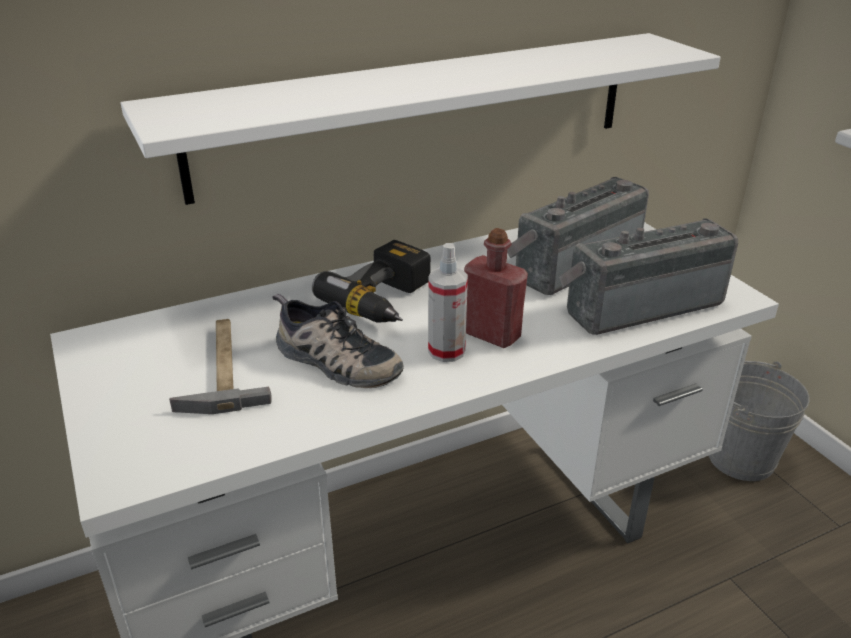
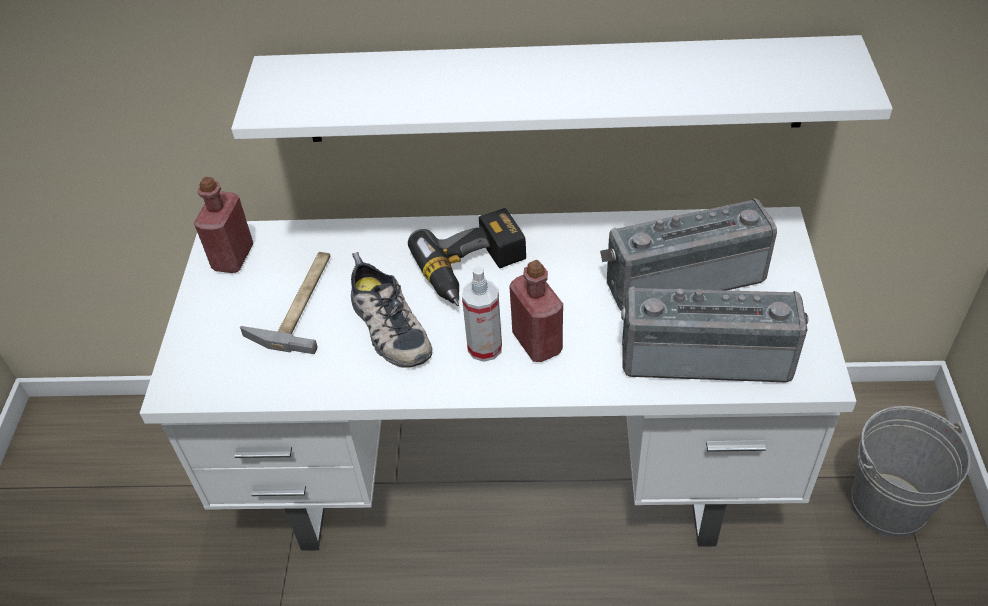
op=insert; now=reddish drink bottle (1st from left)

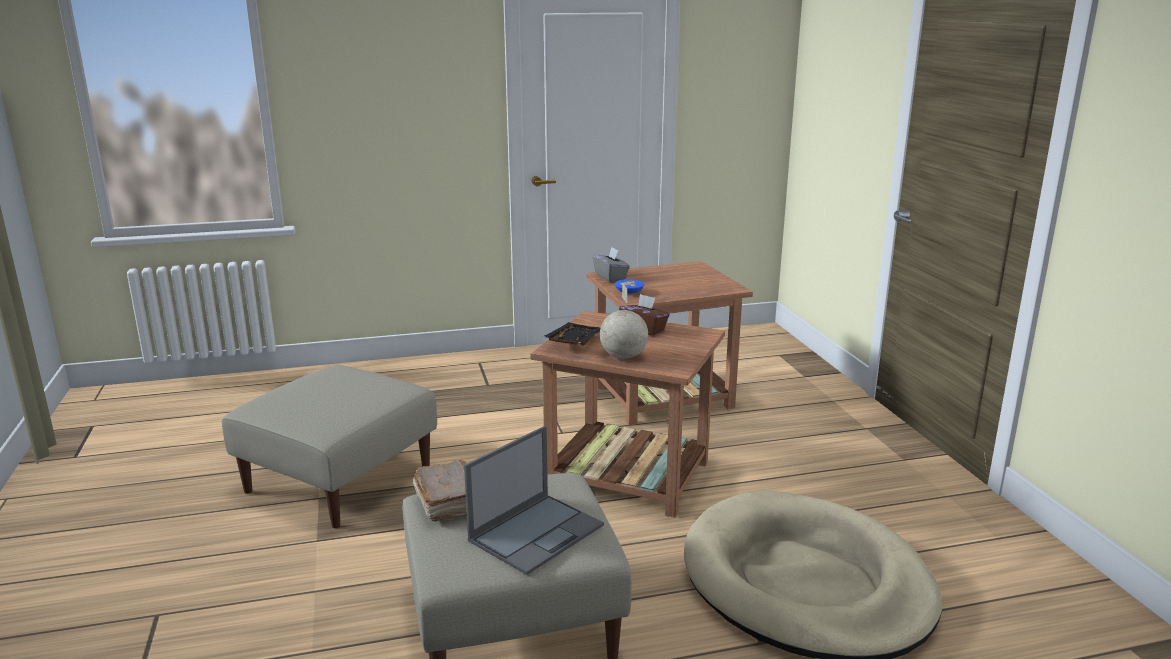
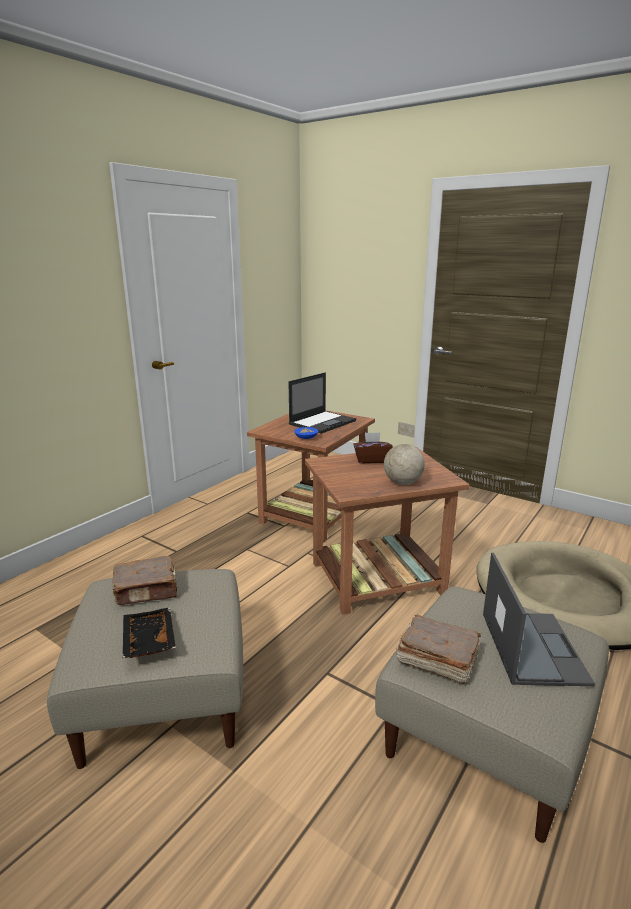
op=move; was=blackish tray
op=delete; was=greyish tissue holder
op=insert; now=brown-coloured volume (1st from left)
op=insert; now=notebook computer (1st from left)

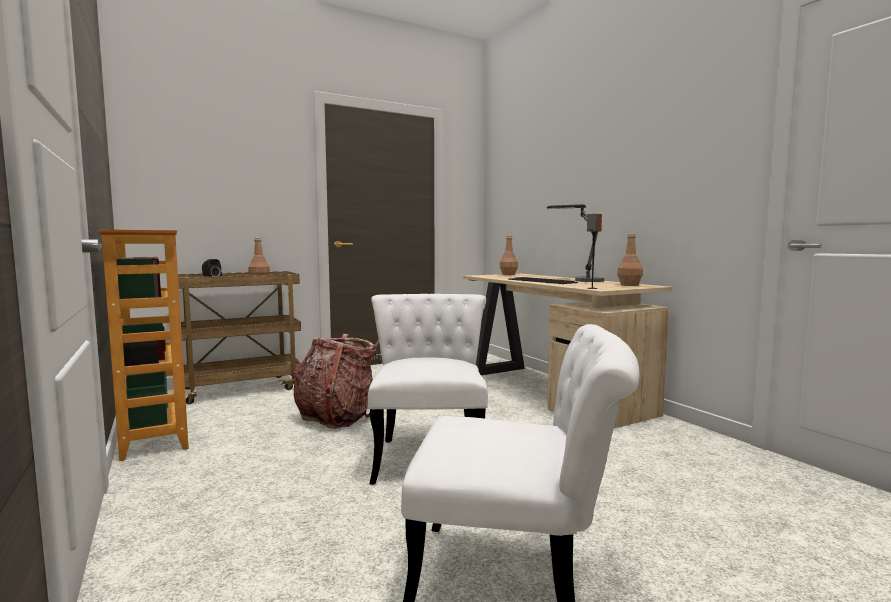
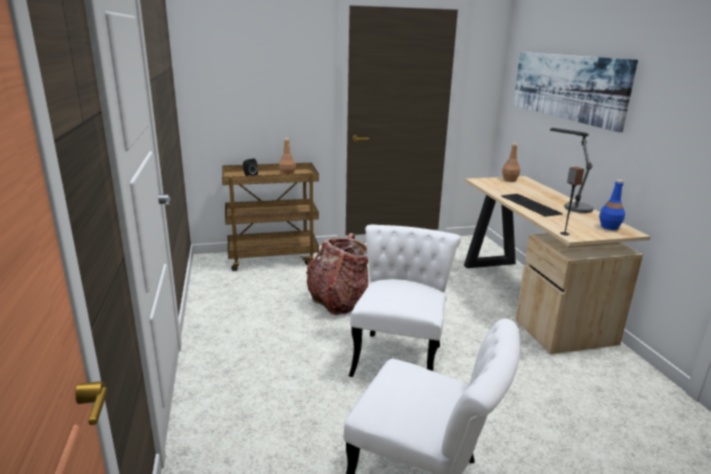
op=delete; was=bookshelf
op=recolor; was=brown-coloured drink bottle (3rd from left); now=bluish drink bottle
op=insert; now=picture

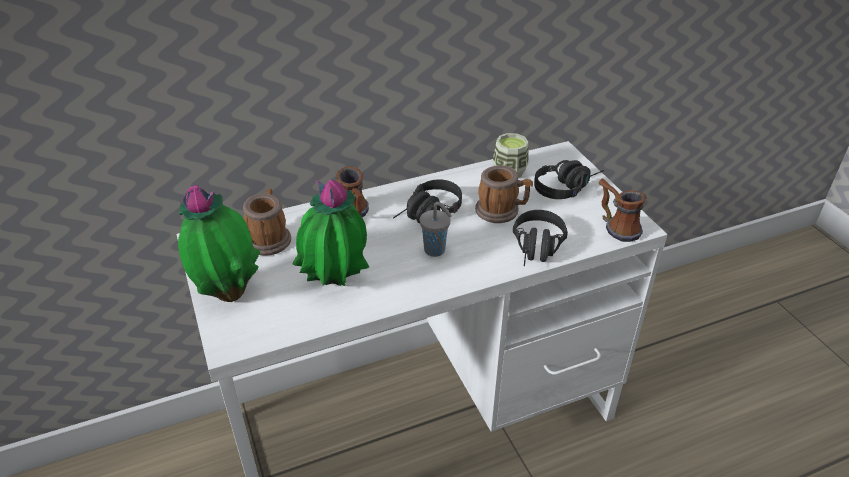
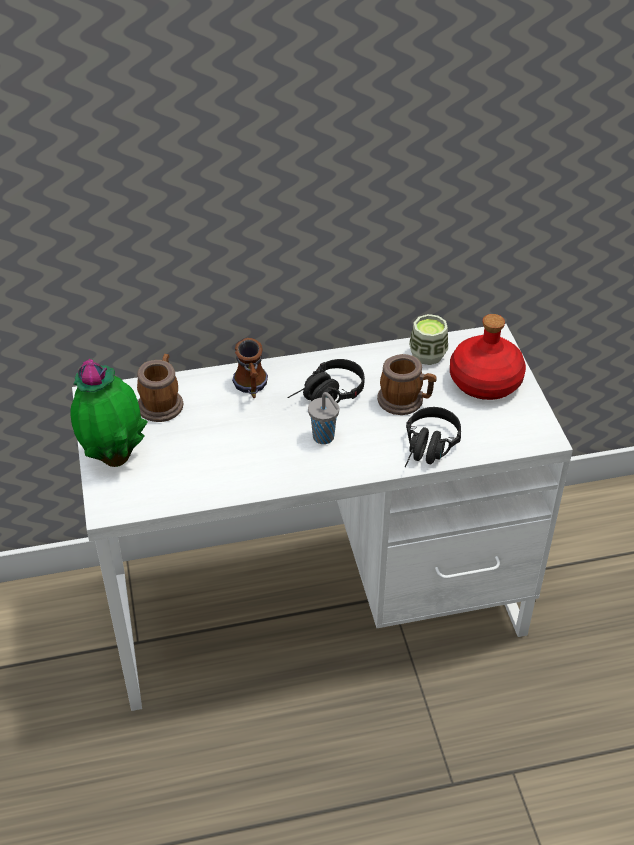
op=delete; was=houseplant (2nd from left)
op=replace; was=blackish headphones (3rd from left); now=reddish drink bottle
op=delete; was=tea mug (4th from left)

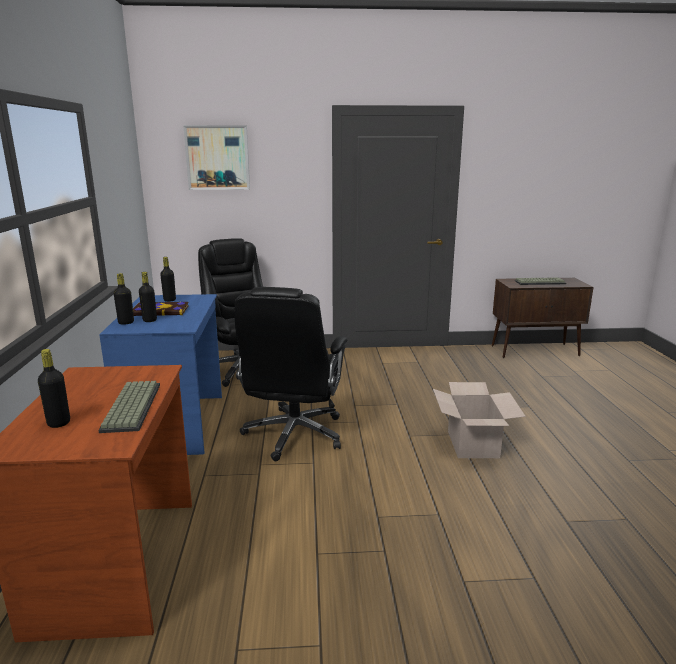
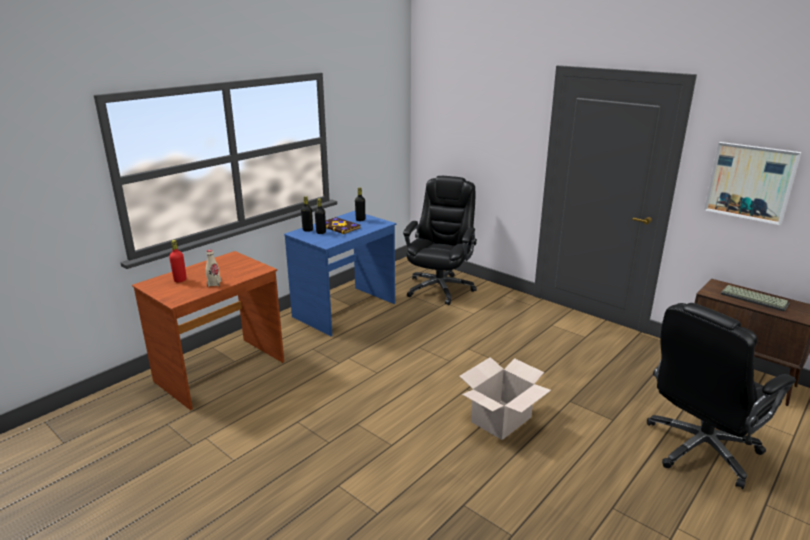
op=recolor; was=blackish drink bottle (1st from left); now=reddish drink bottle
op=replace; was=PC keyboard (1st from left); now=beige-coloured drink bottle
op=move; was=picture
op=move; was=blackish desk chair (2nd from left)

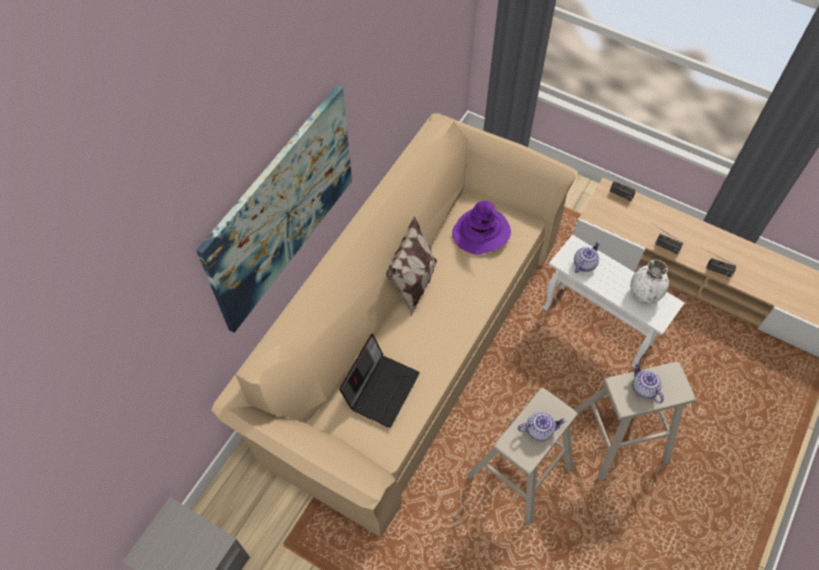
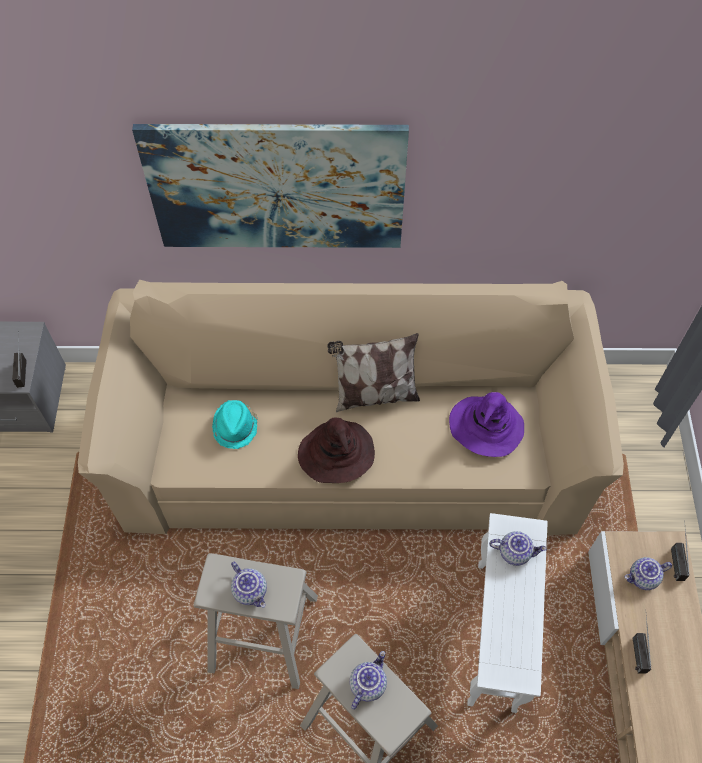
op=replace; was=notebook computer; now=turquoise-coloured clothing hat
op=delete; was=white-coloured decorative vase
op=move; was=radio (3rd from left in the first image); now=radio (1st from left)
op=insert; now=brown-coloured clothing hat
op=insert; now=teapot (4th from left)

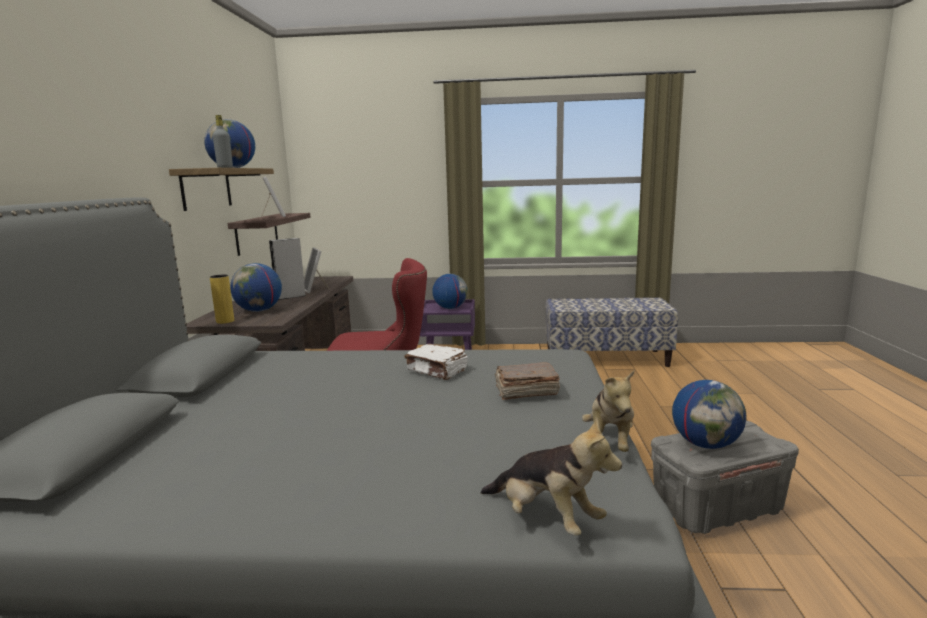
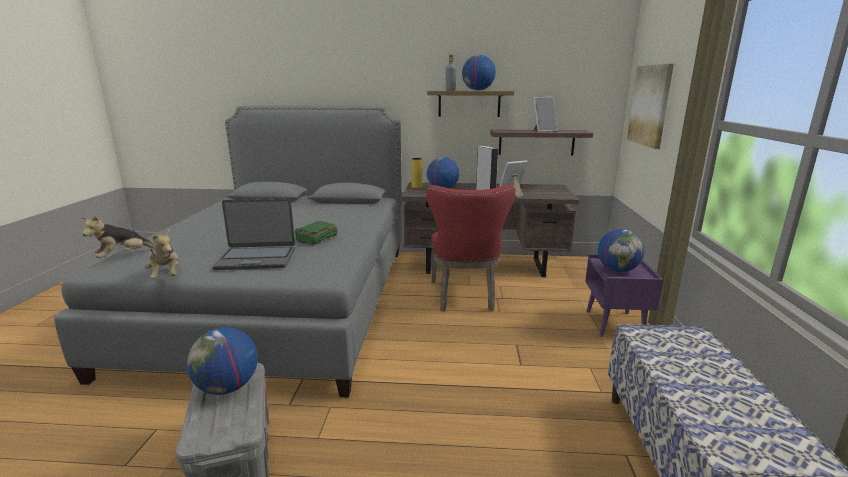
op=recolor; was=white-coloured volume; now=greenish volume
op=replace; was=brown-coloured volume; now=notebook computer
op=rotate; was=soft toy (2nd from left); clockwise=-135
op=insert; now=picture

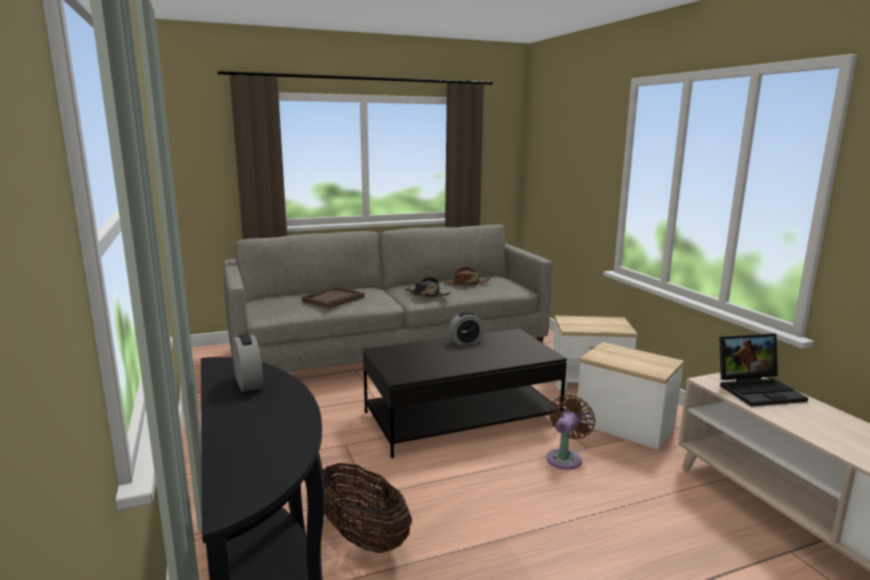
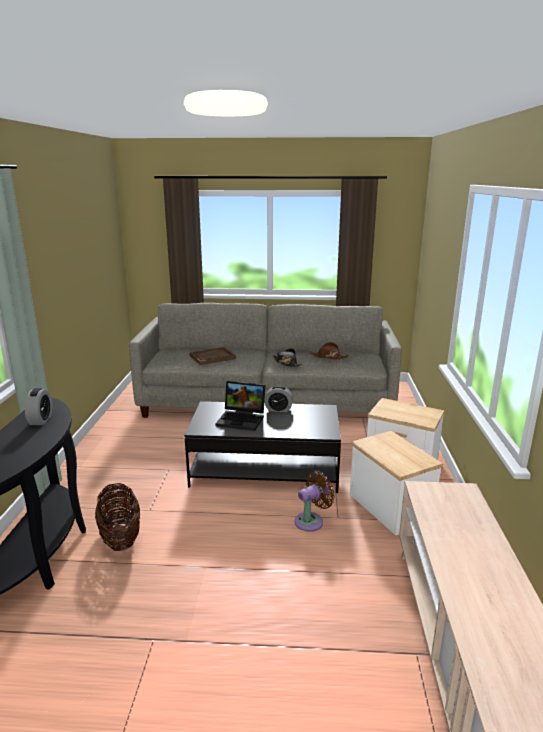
op=move; was=notebook computer

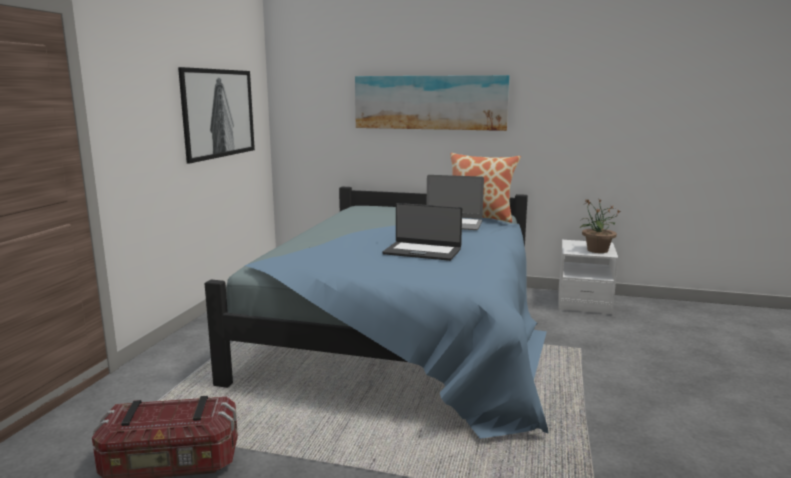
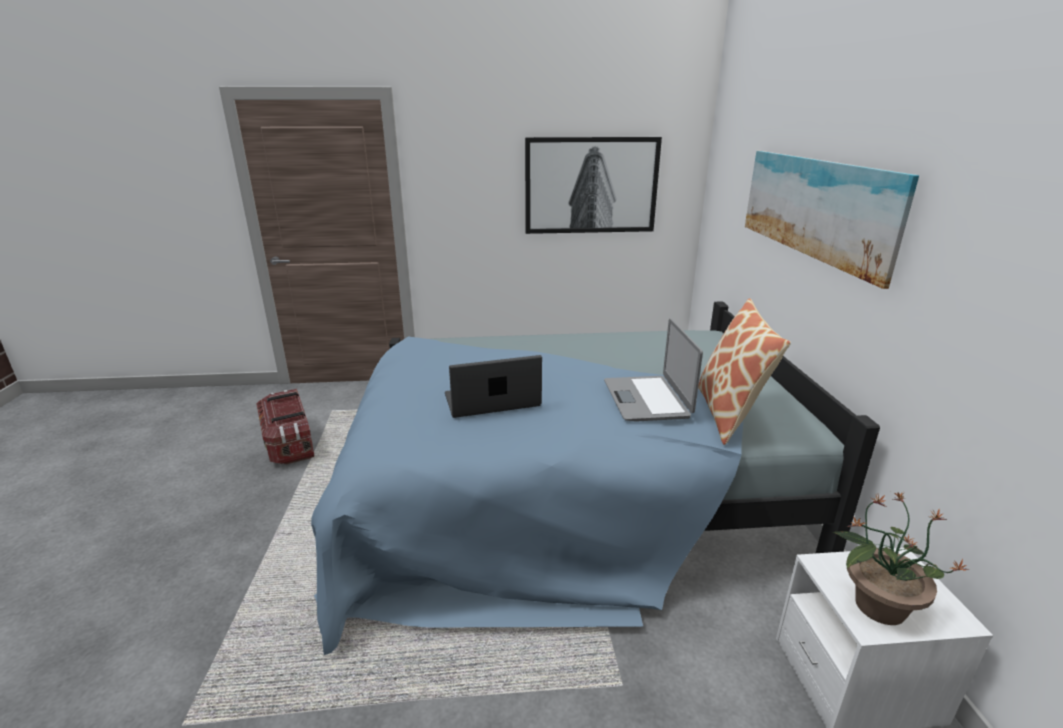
op=rotate; was=notebook computer (1st from left); clockwise=75

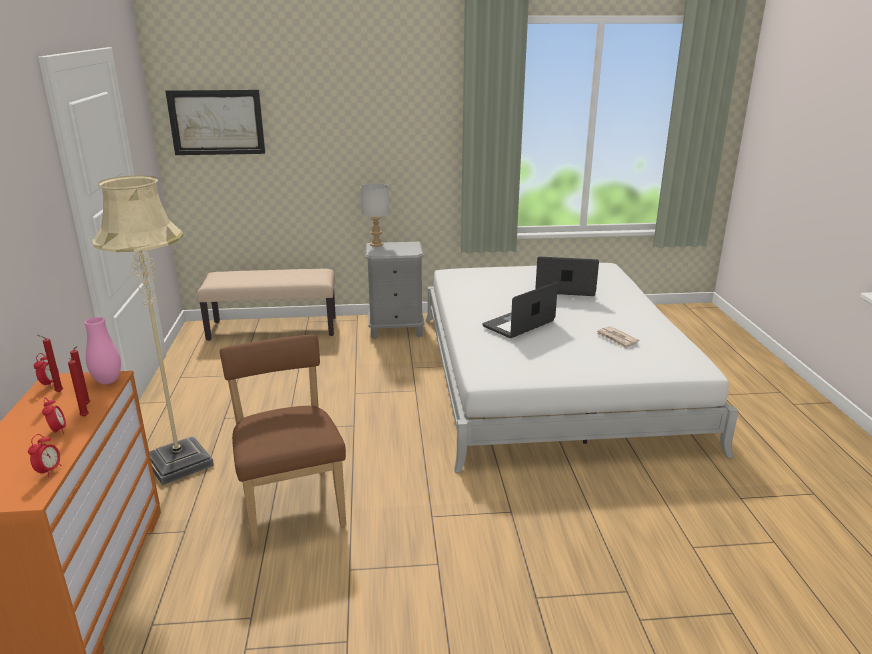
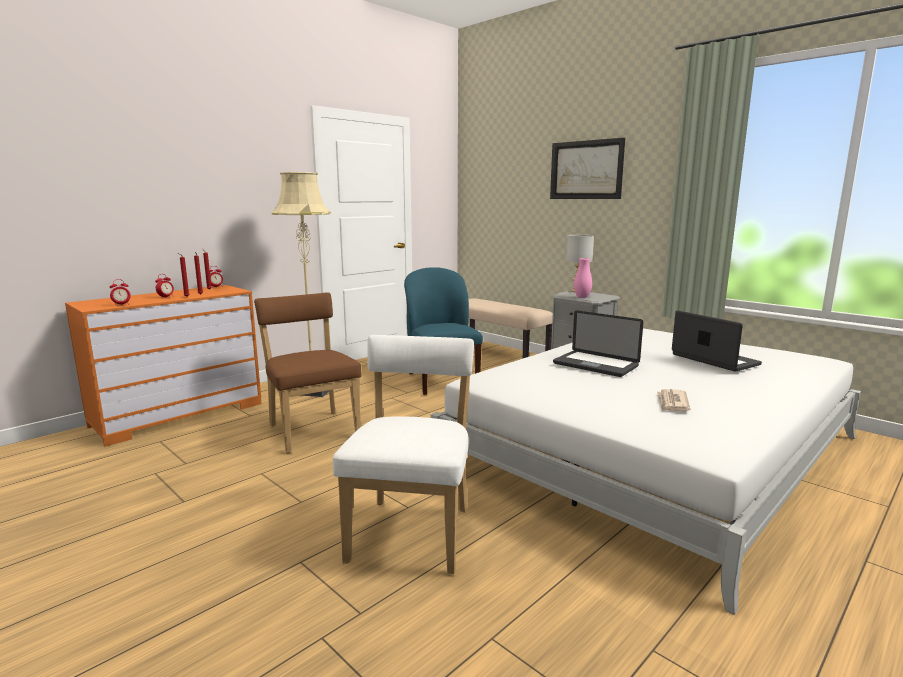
op=move; was=pink-coloured decorative vase
op=move; was=picture
op=rotate; was=brown-coloured upright chair; clockwise=-60
op=rotate; was=notebook computer (1st from left); clockwise=-150
op=insert; now=white-coloured upright chair
op=insert; now=bluish upright chair

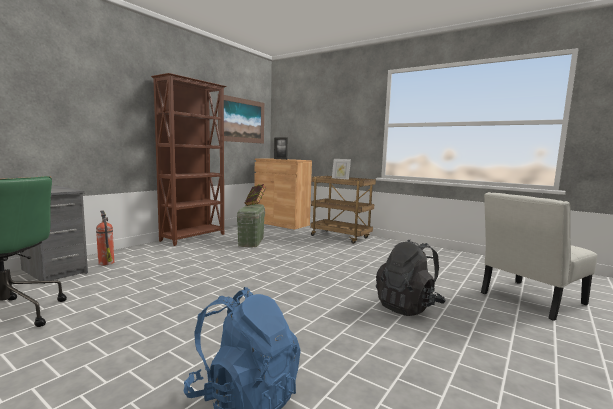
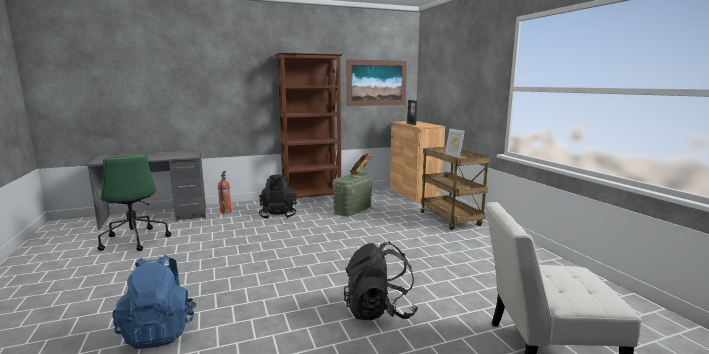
op=insert; now=blackish rucksack (1st from left)

